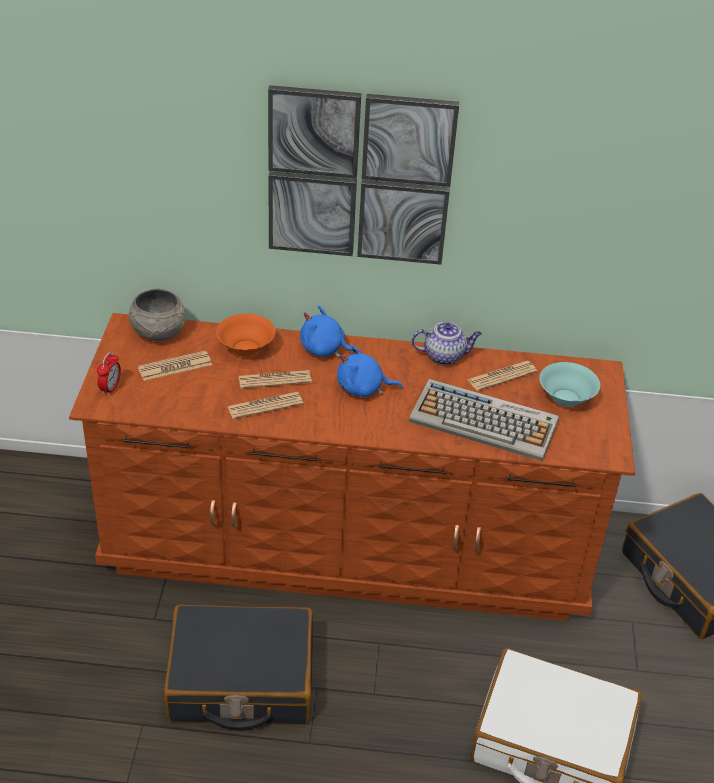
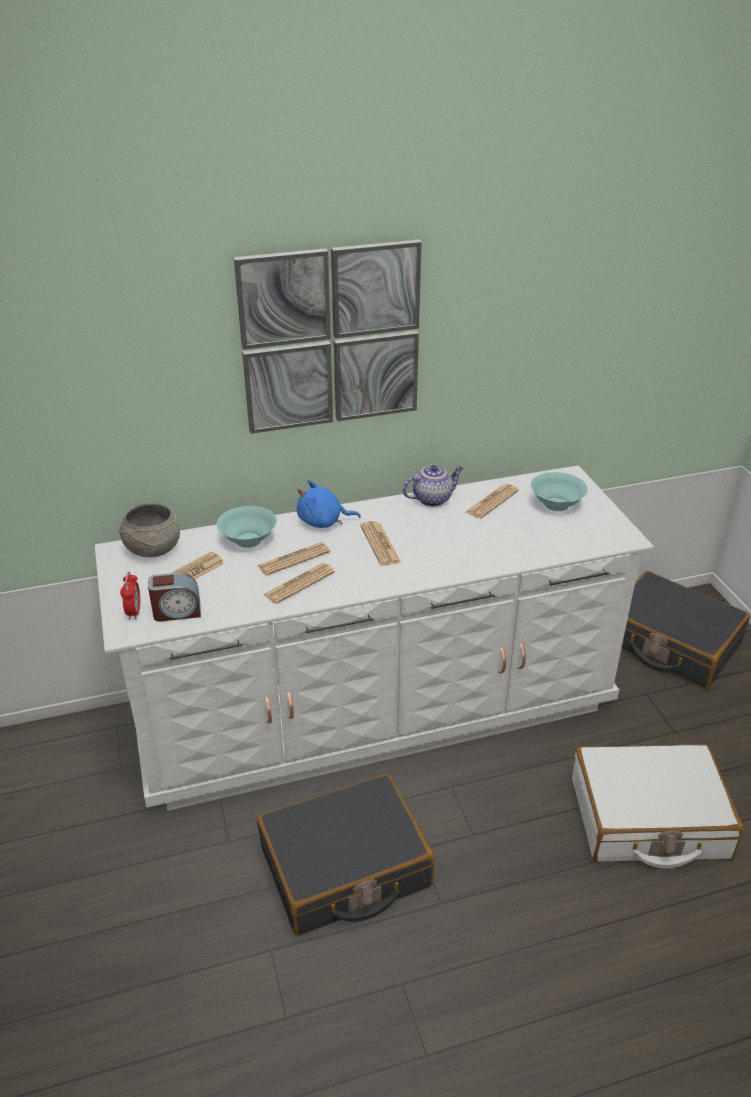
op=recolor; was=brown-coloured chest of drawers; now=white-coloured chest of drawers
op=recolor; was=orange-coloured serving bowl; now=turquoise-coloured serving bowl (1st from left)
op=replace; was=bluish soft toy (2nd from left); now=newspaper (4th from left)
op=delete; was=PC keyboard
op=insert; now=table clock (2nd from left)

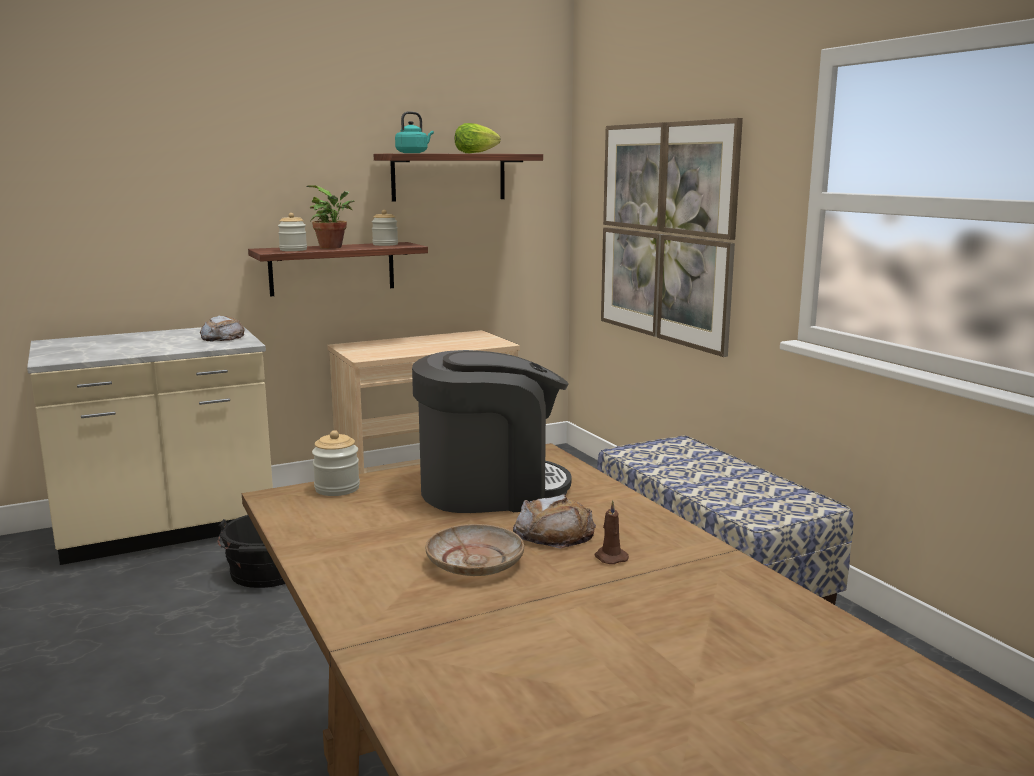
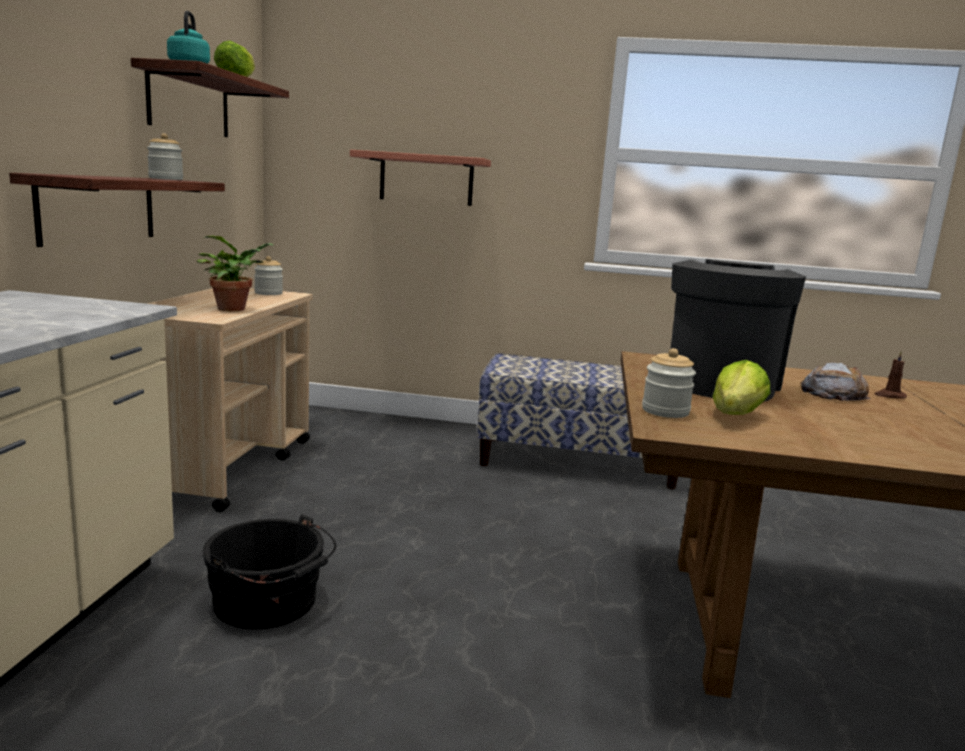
op=delete; was=bread (1st from left)
op=move; was=storage jar (1st from left in the first image); now=storage jar (2nd from left)
op=move; was=houseplant
op=delete; was=beige-coloured plate
op=replace; was=picture; now=shelf (3rd from left)
op=insert; now=lettuce head (2nd from left)

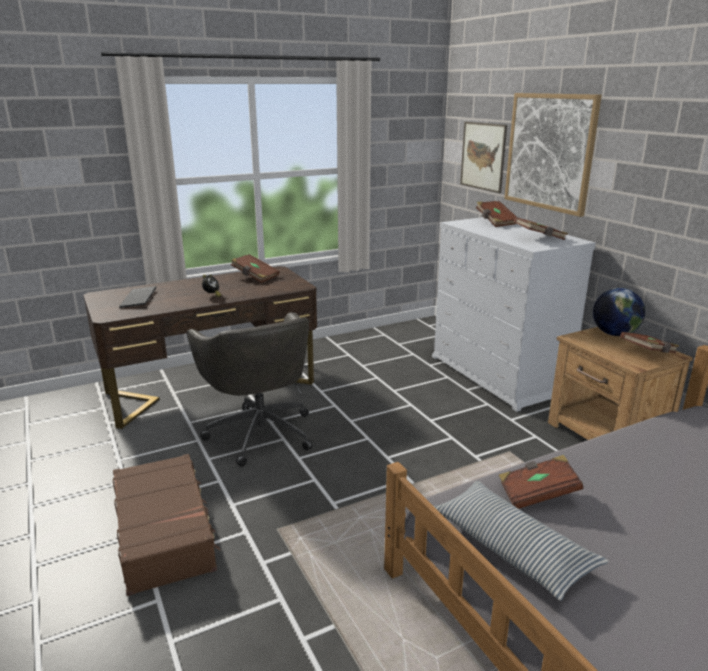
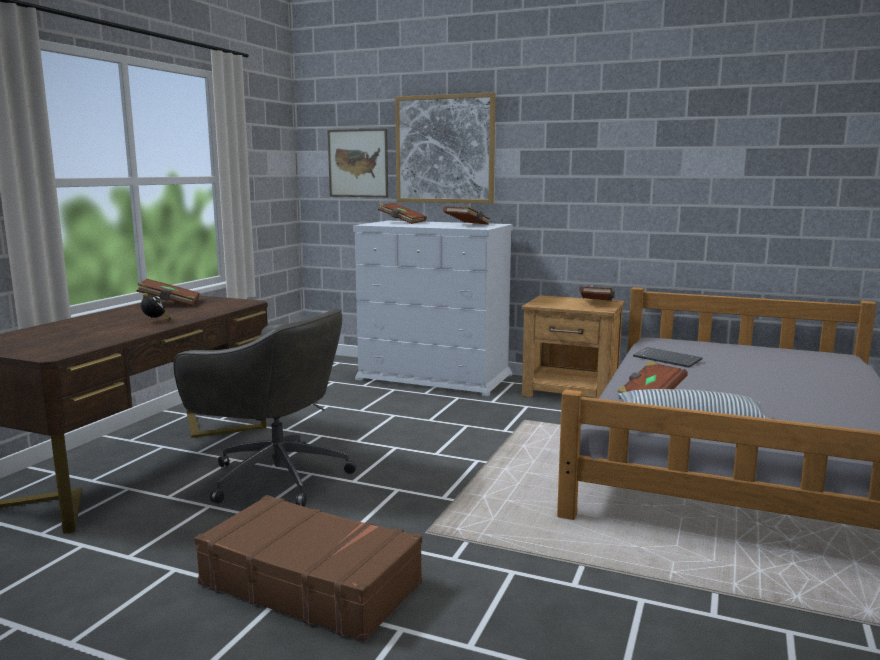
op=move; was=PC keyboard
op=delete; was=globe

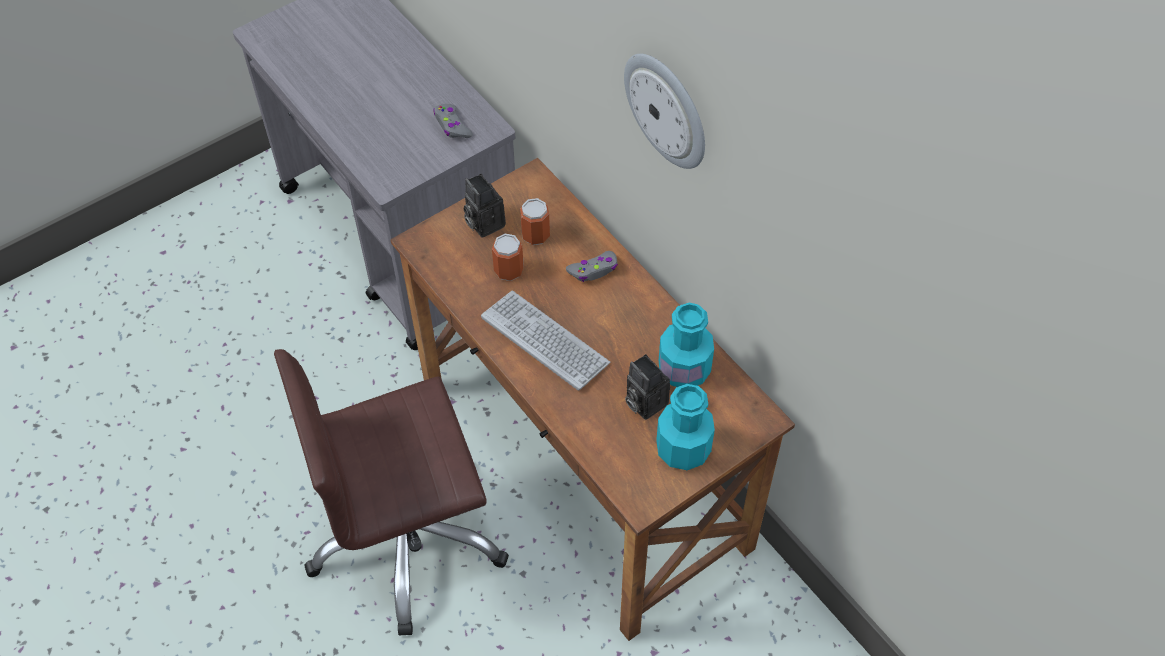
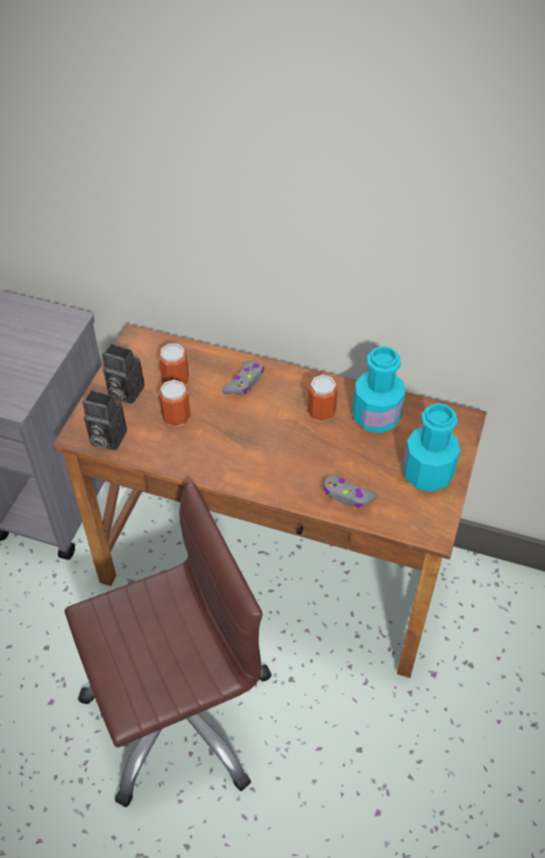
op=rotate; was=brown-coloured desk chair; clockwise=-150
op=move; was=greyish game controller (1st from left in the first image); now=greyish game controller (2nd from left)
op=delete; was=PC keyboard
op=delete; was=clock on the wall
op=move; was=still camera (2nd from left in the first image); now=still camera (1st from left)
op=insert; now=metal can (3rd from left)

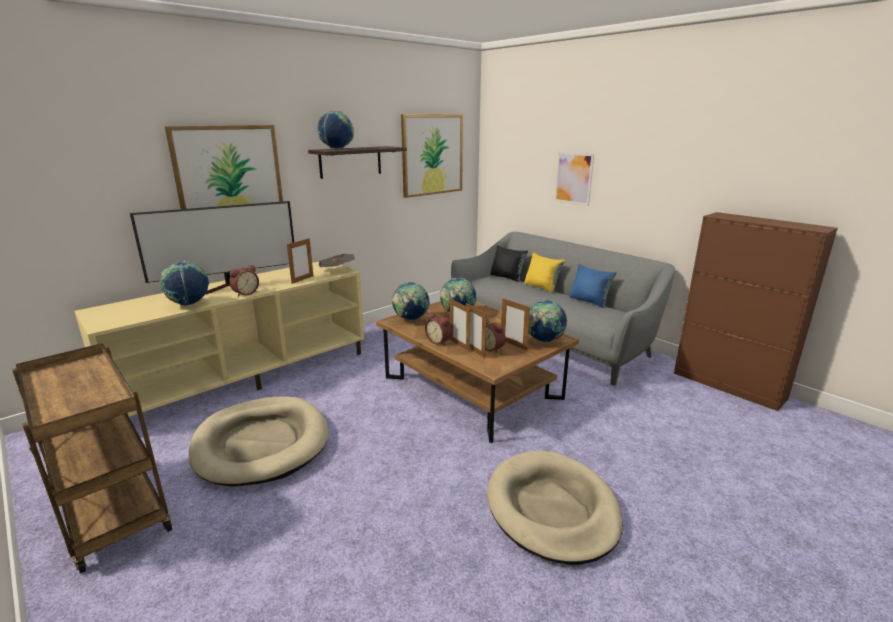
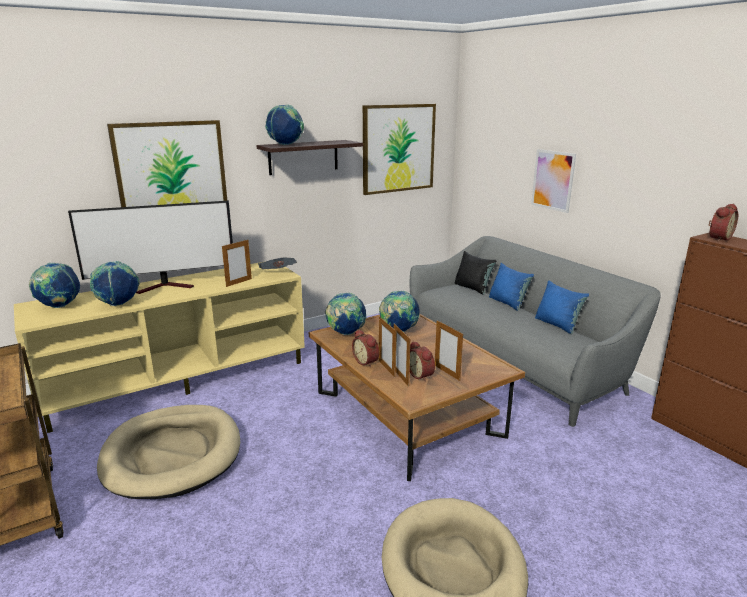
op=move; was=table clock (1st from left in the first image); now=table clock (3rd from left)
op=recolor; was=yellow-coloured pillow; now=bluish pillow (1st from left)
op=move; was=globe (5th from left in the first image); now=globe (1st from left)

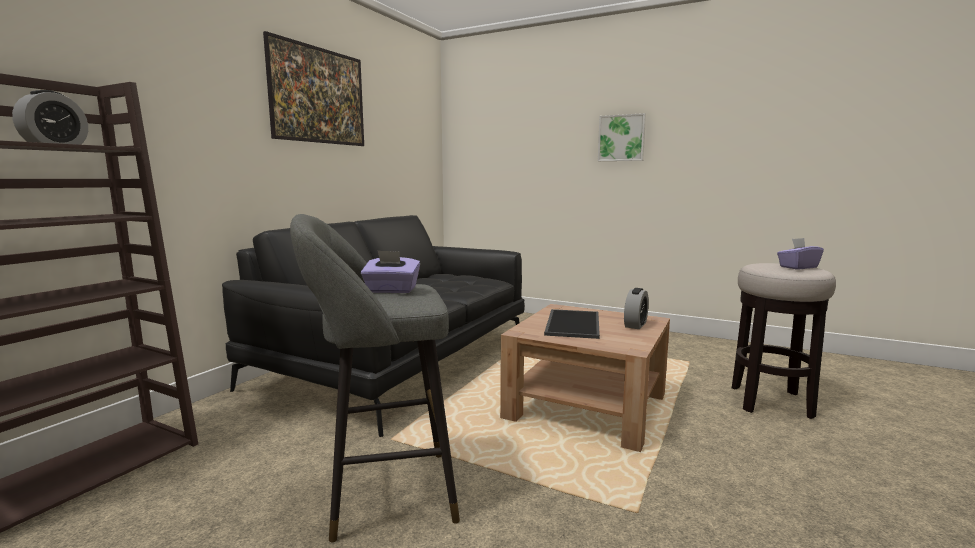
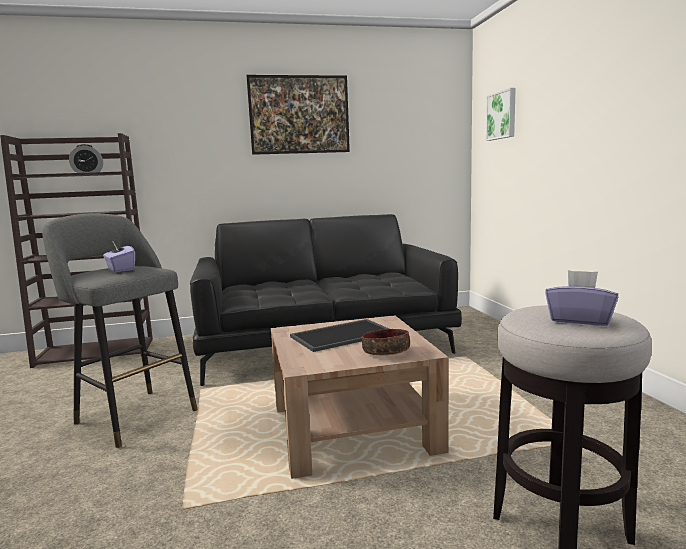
op=move; was=picture (2nd from left)
op=replace; was=table clock (2nd from left); now=serving bowl

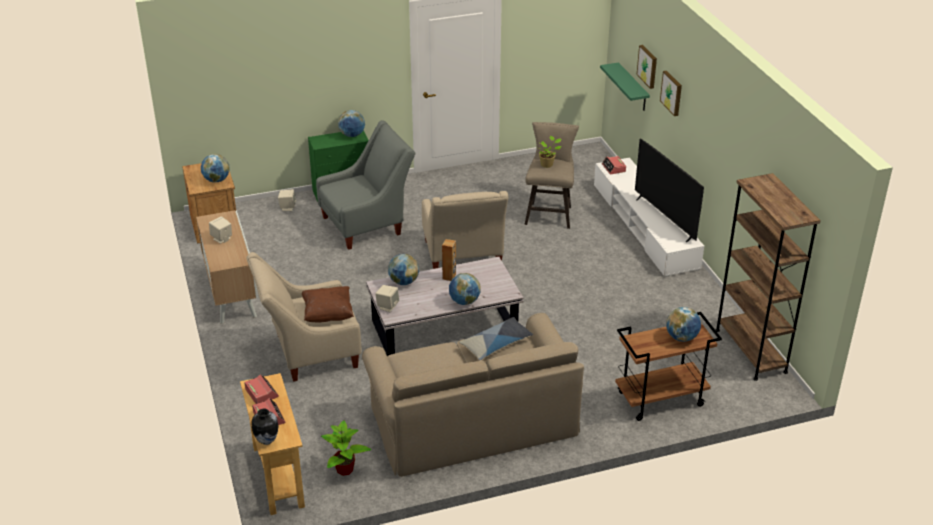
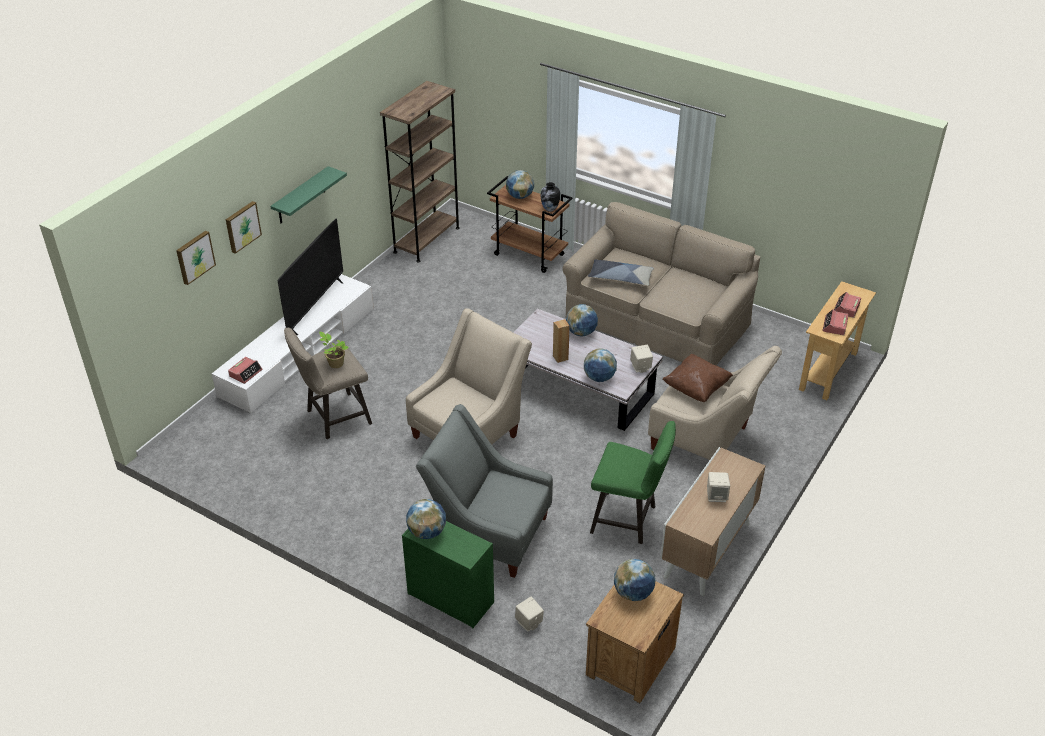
op=move; was=decorative vase
op=delete; was=houseplant (1st from left)
op=move; was=greenish shelf
op=insert; now=greenish stool

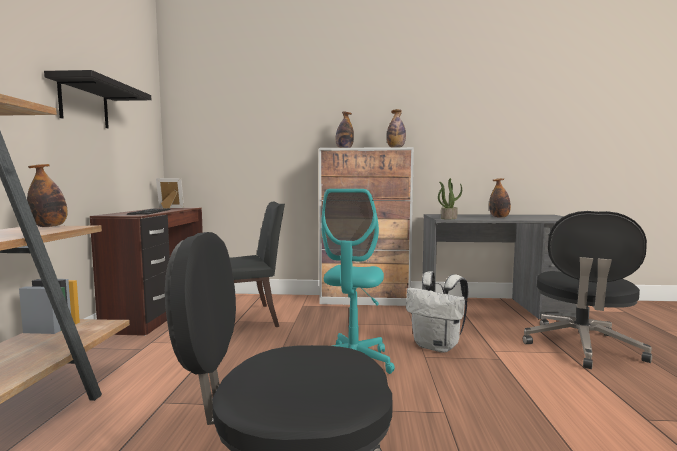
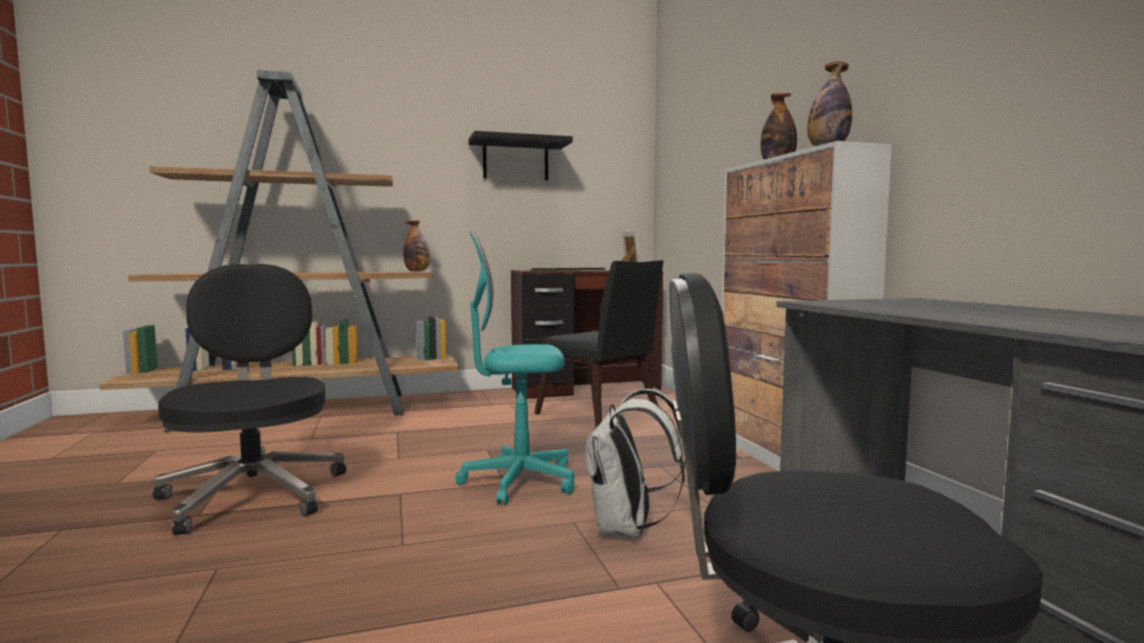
op=delete; was=houseplant
op=delete; was=drink bottle (4th from left)

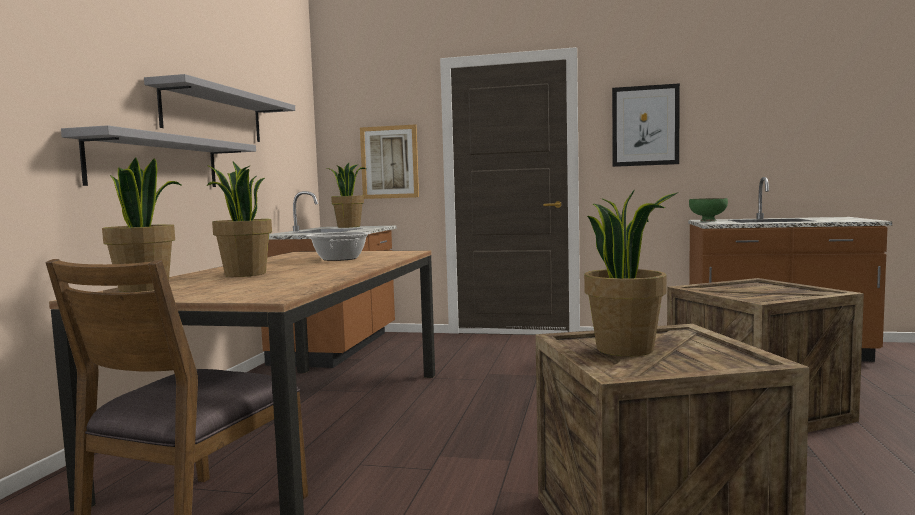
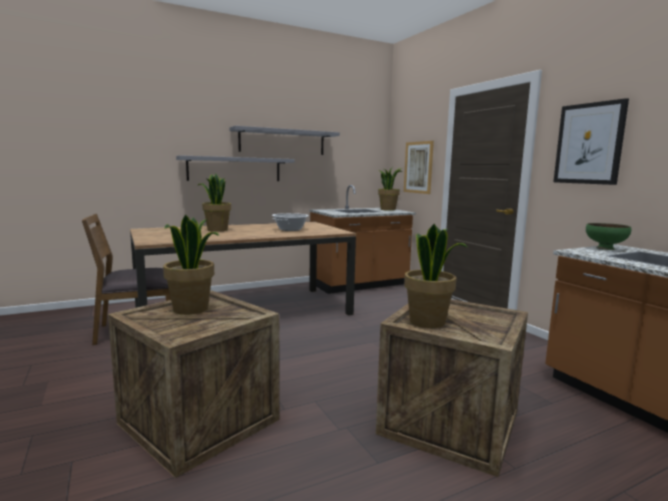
op=move; was=houseplant (1st from left in the first image); now=houseplant (4th from left)

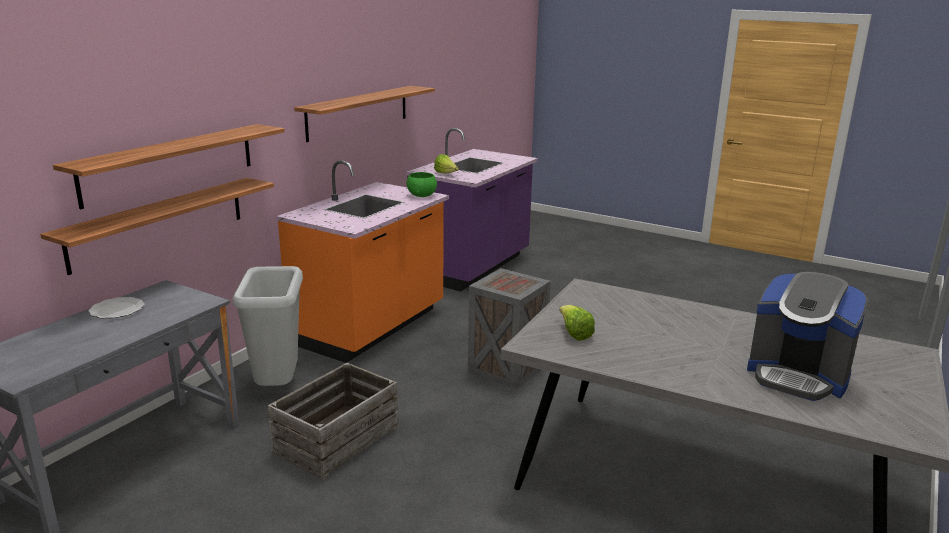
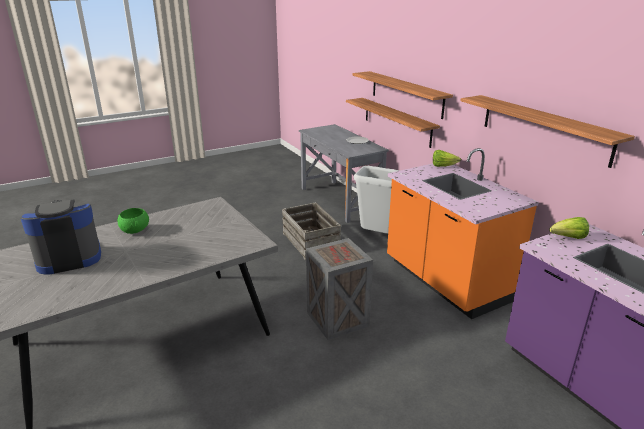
op=move; was=greenish serving bowl
op=move; was=lettuce head (2nd from left in the first image); now=lettuce head (1st from left)

